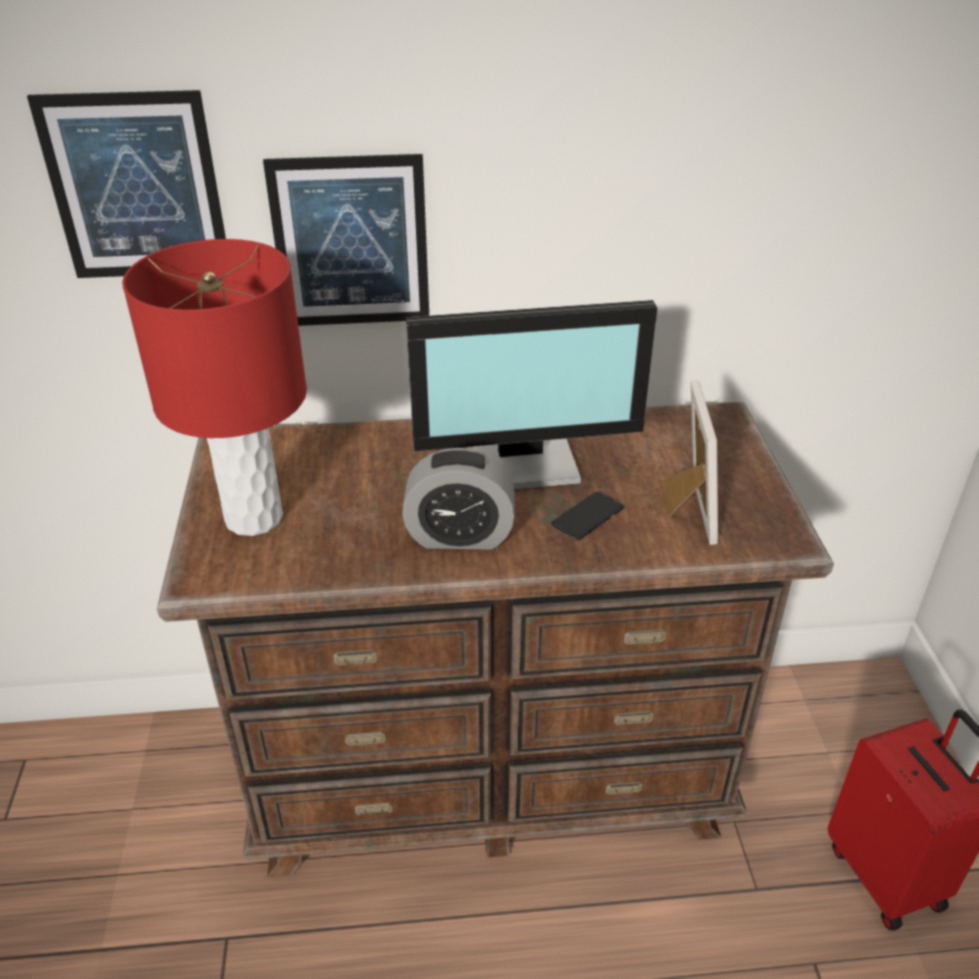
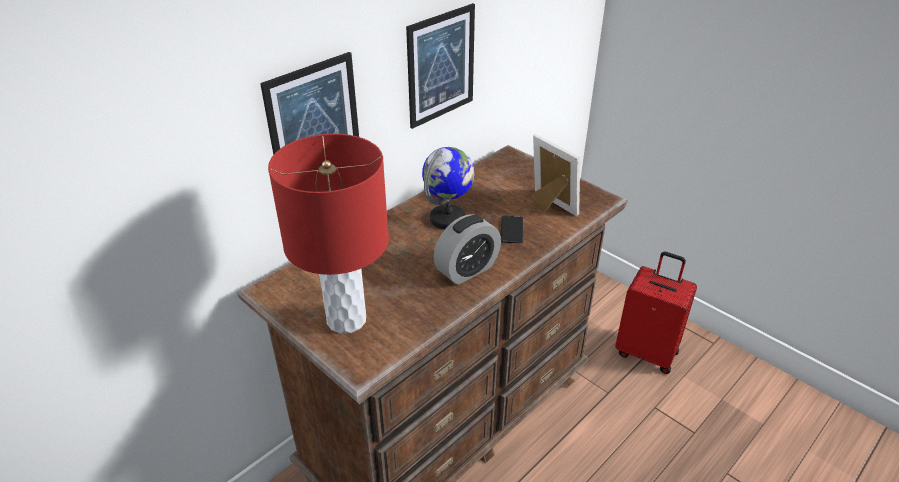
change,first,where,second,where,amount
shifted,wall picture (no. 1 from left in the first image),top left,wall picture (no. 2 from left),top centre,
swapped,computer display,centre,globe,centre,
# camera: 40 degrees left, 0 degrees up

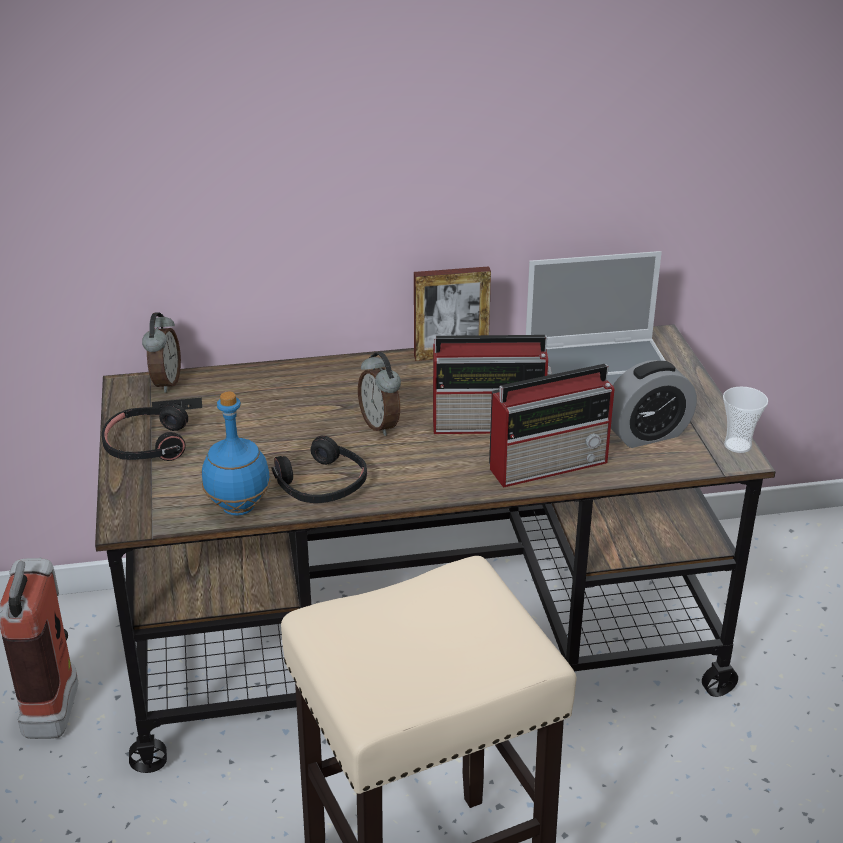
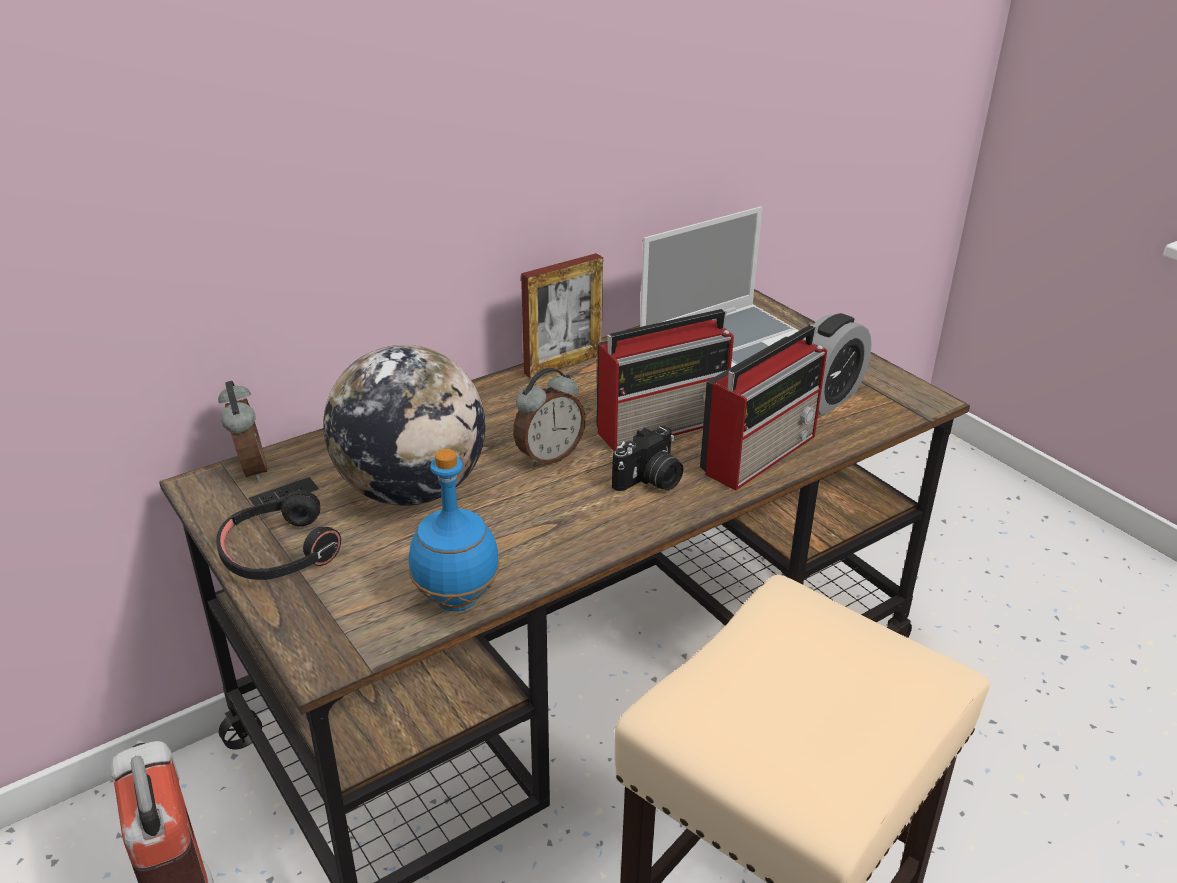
change,first,where,second,where,amount
new,,,globe,centre,
rotated,bedside clock (no. 2 from left),centre,,centre,75 degrees counterclockwise
new,,,photo camera,centre,
gone,blackish headset (no. 2 from left),centre,,,
gone,drinking cup,middle right,,,
# camera: 25 degrees left, 0 degrees up

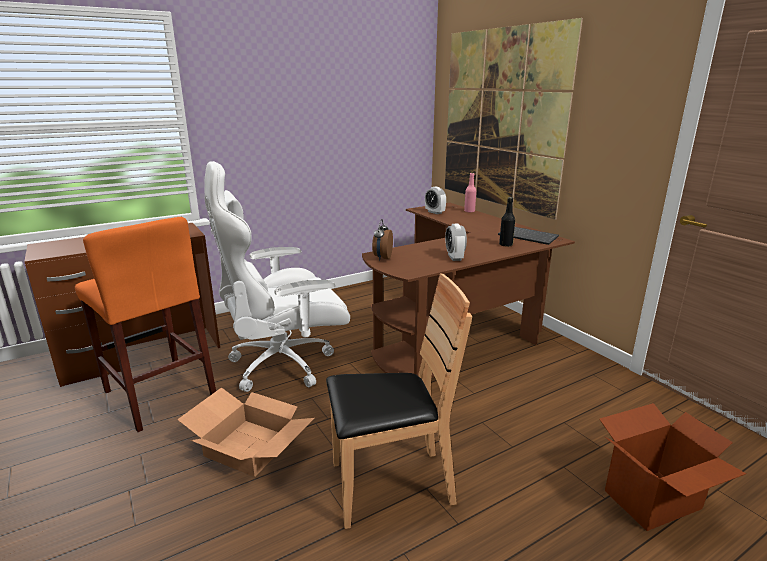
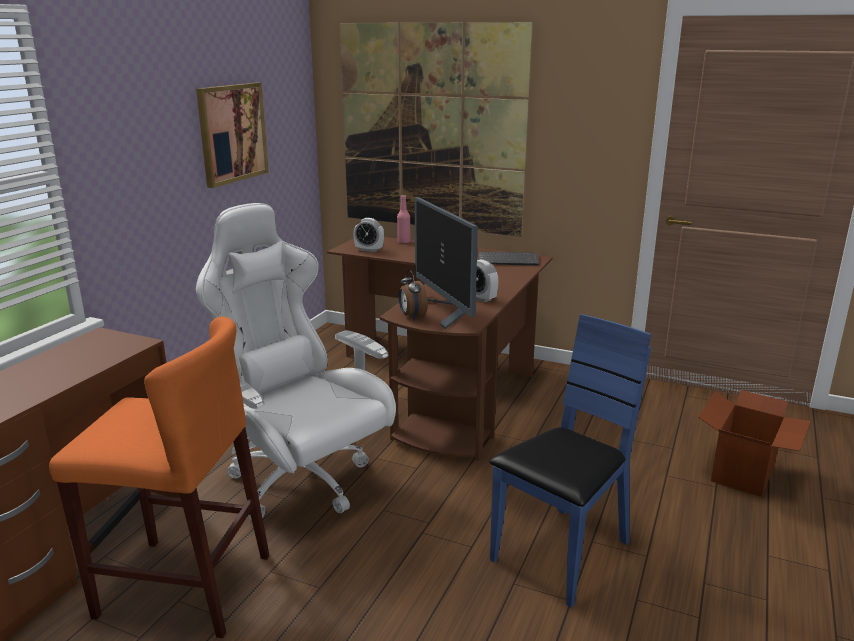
change,first,where,second,where,amount
new,,,wall picture (no. 1 from left),top left,
rotated,whitish desk chair,centre,,centre,105 degrees clockwise
new,,,computer display,centre,
repainted,brownish plain chair,bottom centre,bluish plain chair,bottom right,
gone,packing box (no. 1 from left),bottom left,,,
gone,blackish beverage bottle,centre,,,
# camera: 35 degrees left, 0 degrees up

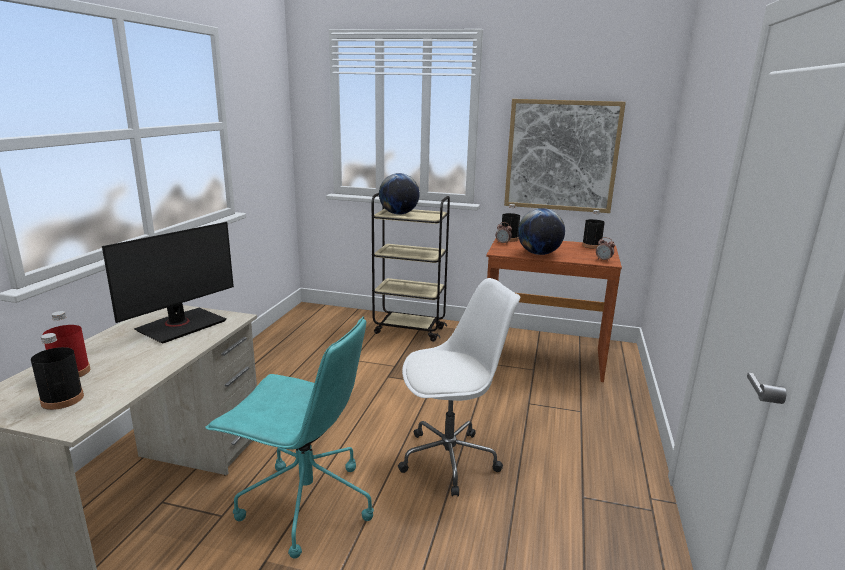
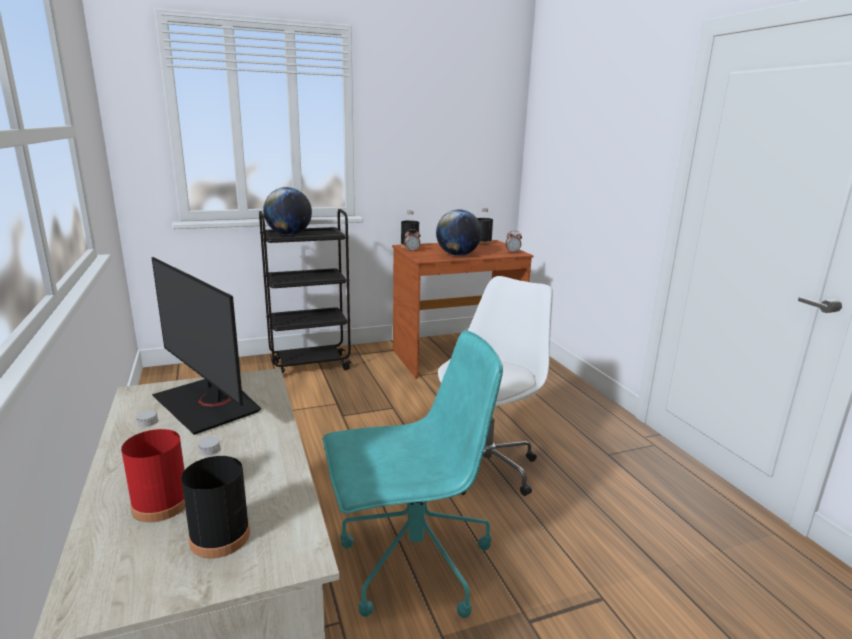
change,first,where,second,where,amount
rotated,computer display,middle left,,middle left,135 degrees clockwise
repainted,beige cart,centre,blackish cart,centre,
gone,wall picture,top right,,,
# camera: 35 degrees left, 0 degrees up

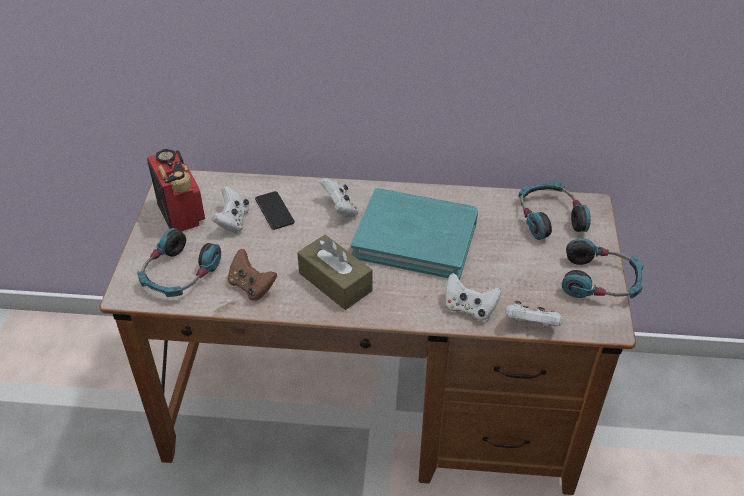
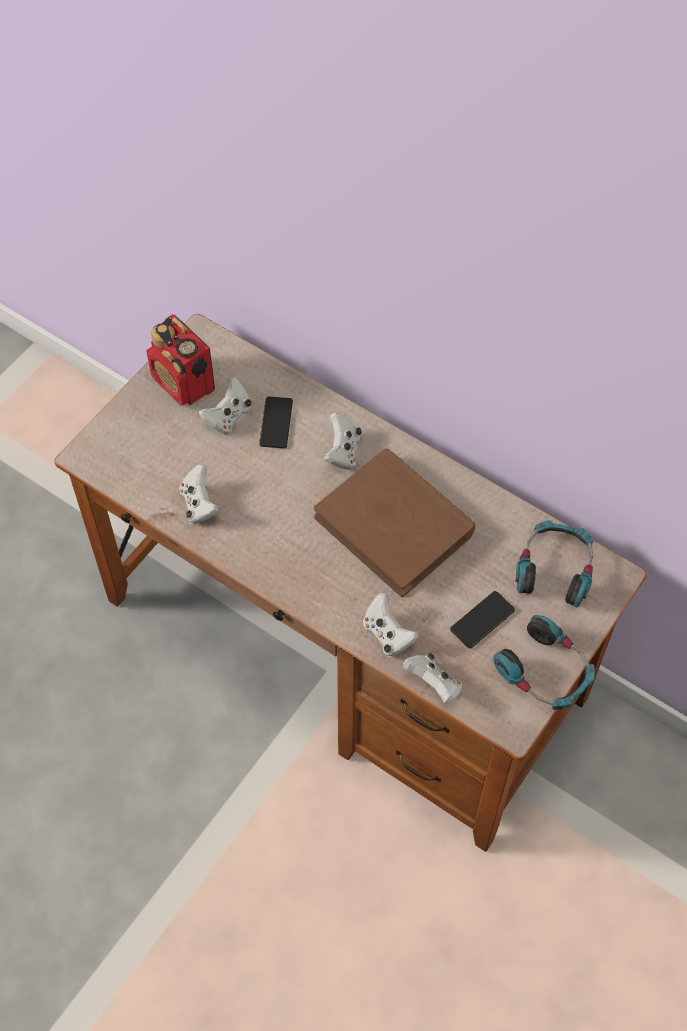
change,first,where,second,where,amount
rotated,radio set,middle left,,middle left,135 degrees clockwise
repainted,brownish joypad,centre,whitish joypad (no. 1 from left),middle left,
repainted,turquoise bound book,centre,brownish bound book,centre,
new,,,telephone (no. 2 from left),middle right,
gone,headset (no. 1 from left),middle left,,,
gone,brownish box of tissues,centre,,,
# camera: 30 degrees right, 15 degrees up

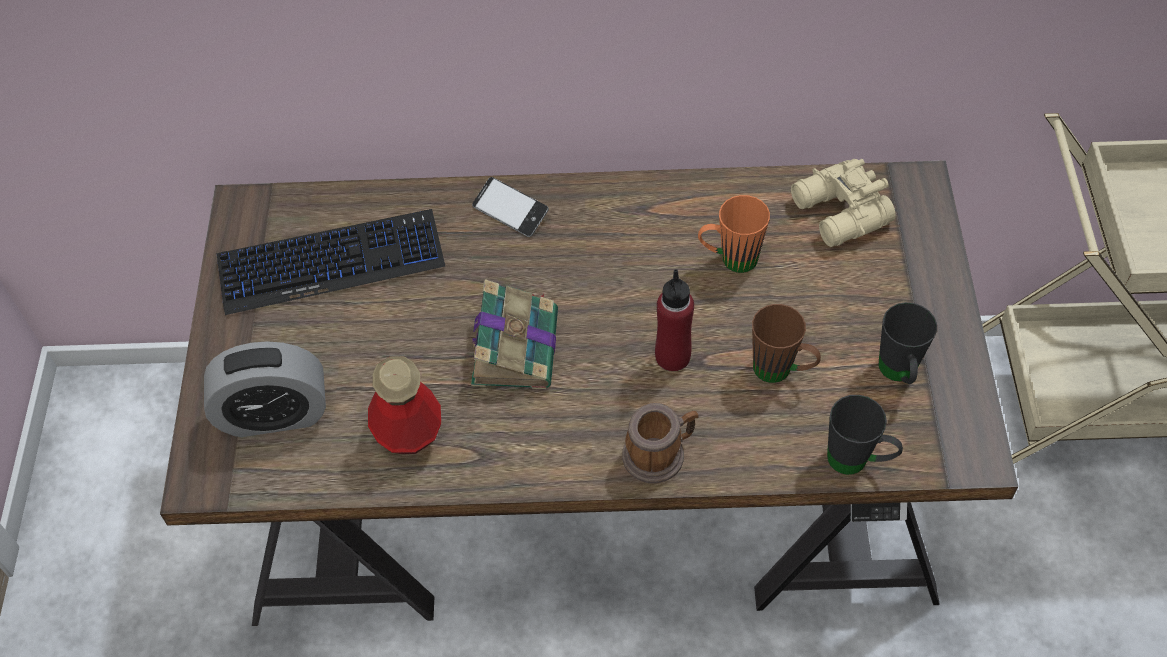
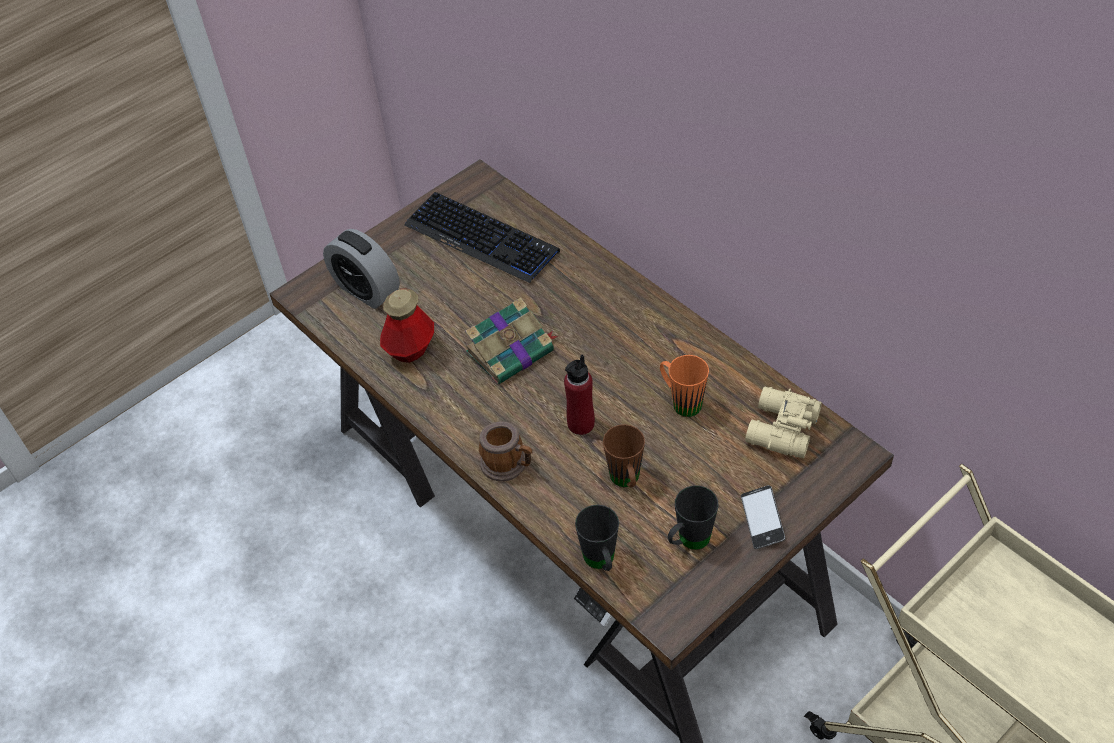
change,first,where,second,where,amount
shifted,telephone,top centre,,bottom right,
# camera: 50 degrees right, 5 degrees down

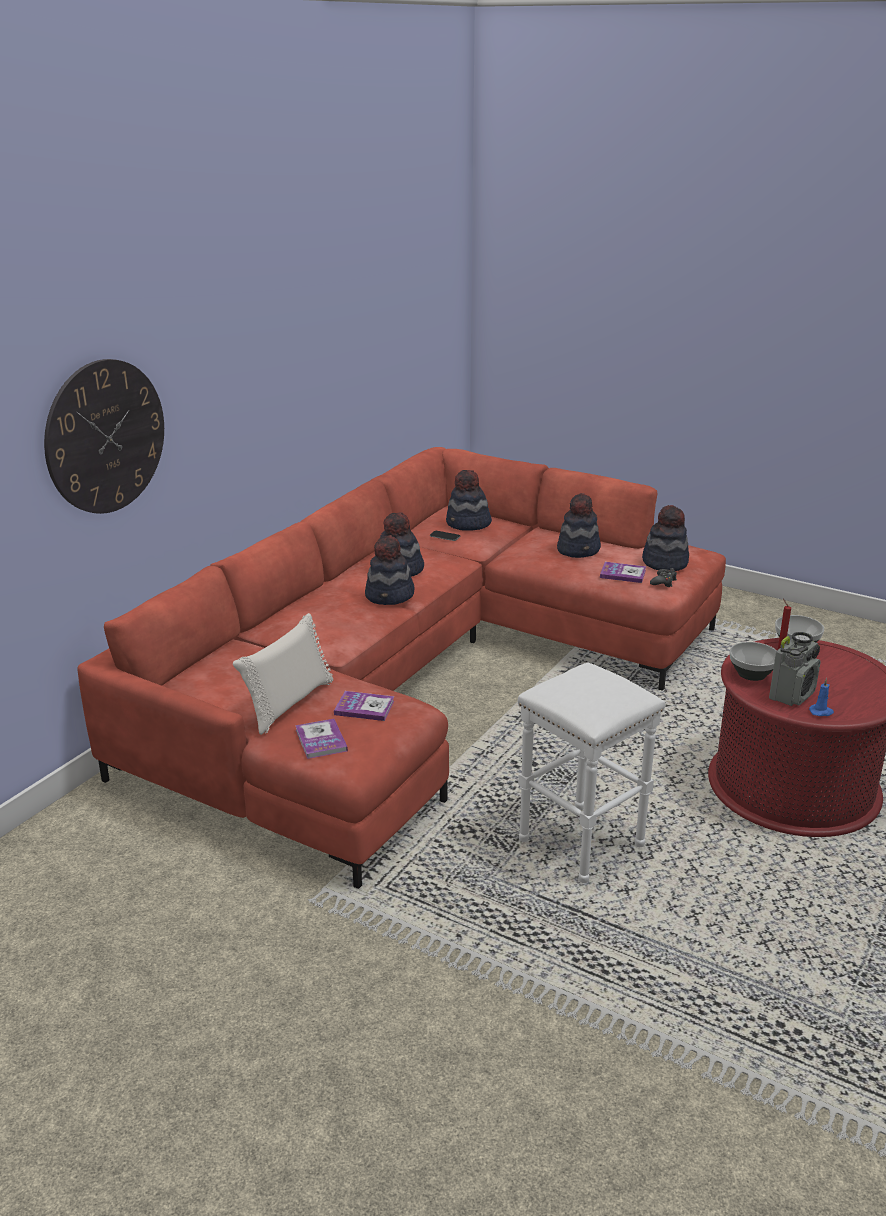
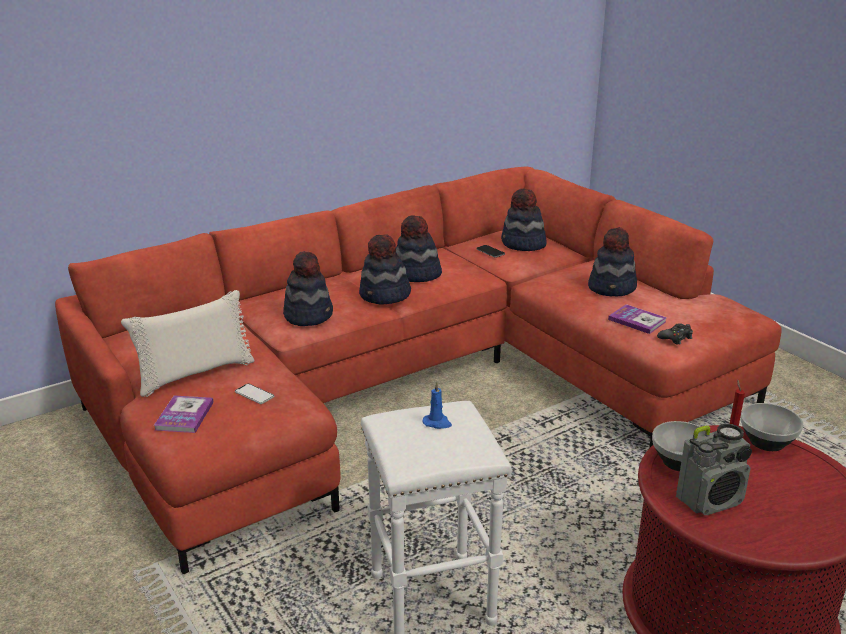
change,first,where,second,where,amount
swapped,bound book (no. 2 from left),centre,telephone (no. 1 from left),middle left,
shifted,hat (no. 5 from left in the first image),middle right,hat (no. 1 from left),centre,
shifted,bluish candle,middle right,,centre,
gone,clock on the wall,middle left,,,
# camera: 25 degrees right, 0 degrees up

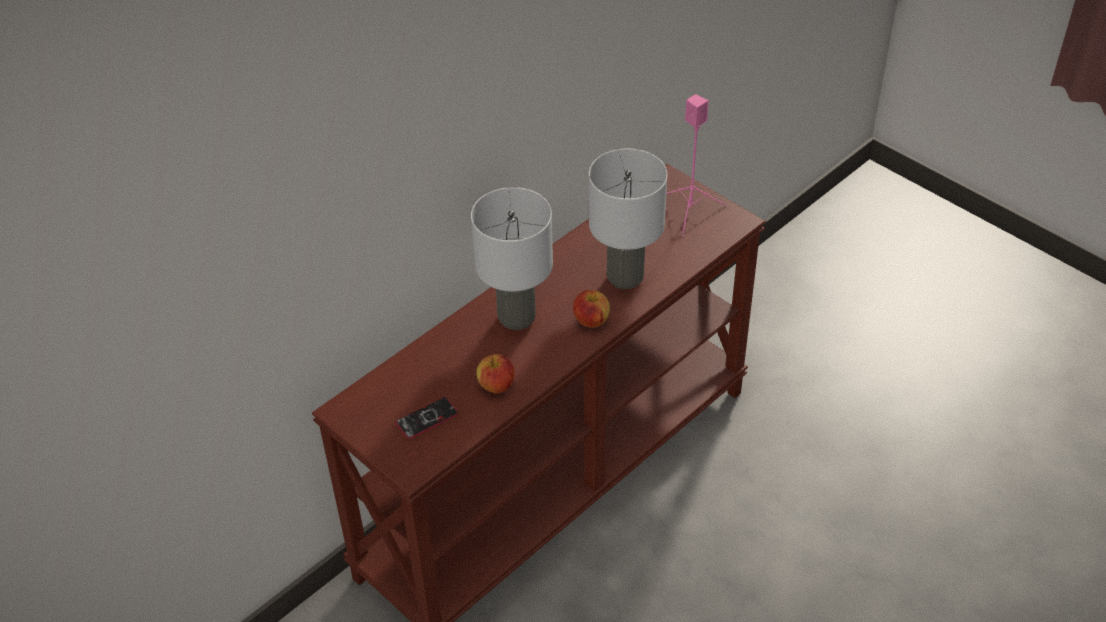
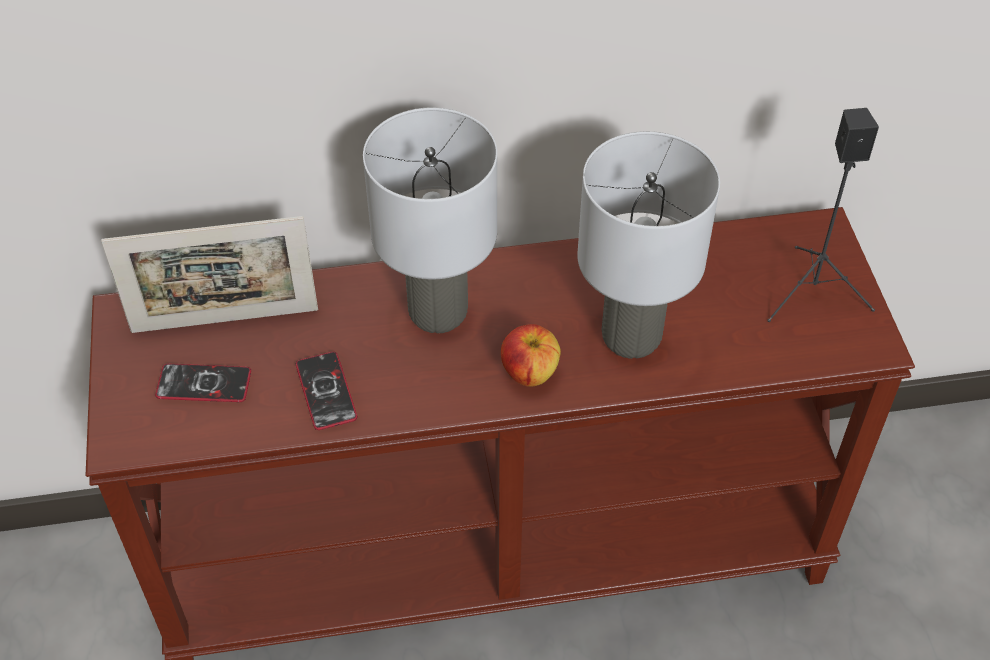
change,first,where,second,where,amount
new,,,standing frame,middle left,
swapped,apple (no. 1 from left),centre,telephone (no. 2 from left),middle left,
repainted,pink-coloured speaker,top centre,blackish speaker,top right,
# camera: 35 degrees right, 5 degrees up

